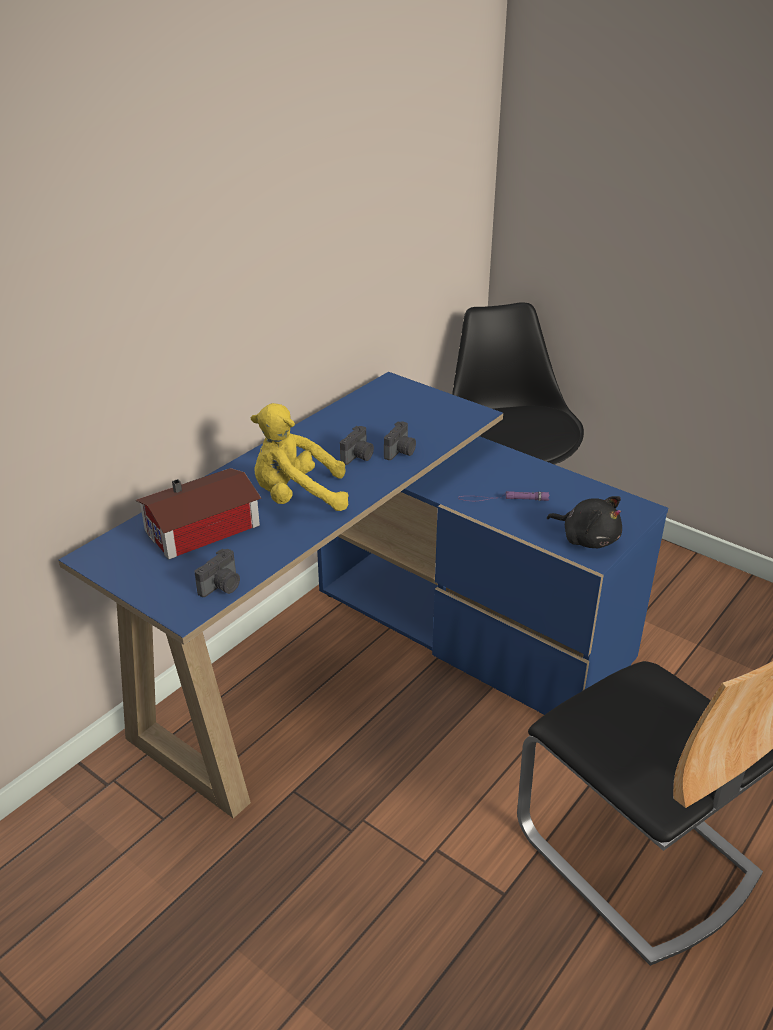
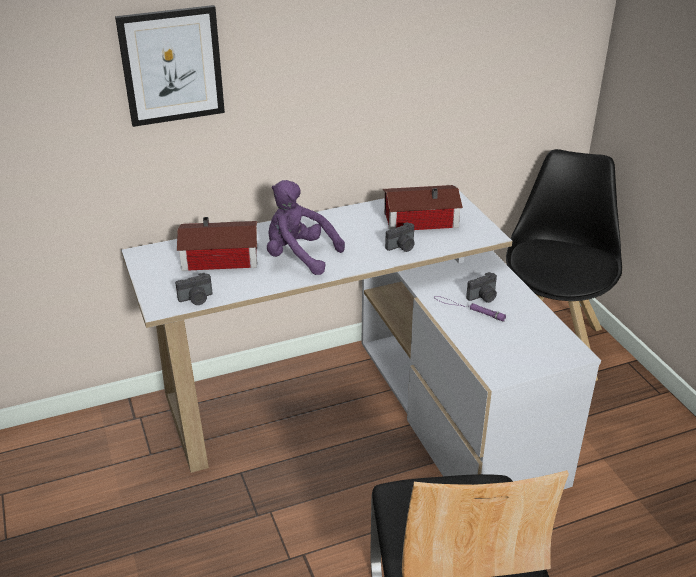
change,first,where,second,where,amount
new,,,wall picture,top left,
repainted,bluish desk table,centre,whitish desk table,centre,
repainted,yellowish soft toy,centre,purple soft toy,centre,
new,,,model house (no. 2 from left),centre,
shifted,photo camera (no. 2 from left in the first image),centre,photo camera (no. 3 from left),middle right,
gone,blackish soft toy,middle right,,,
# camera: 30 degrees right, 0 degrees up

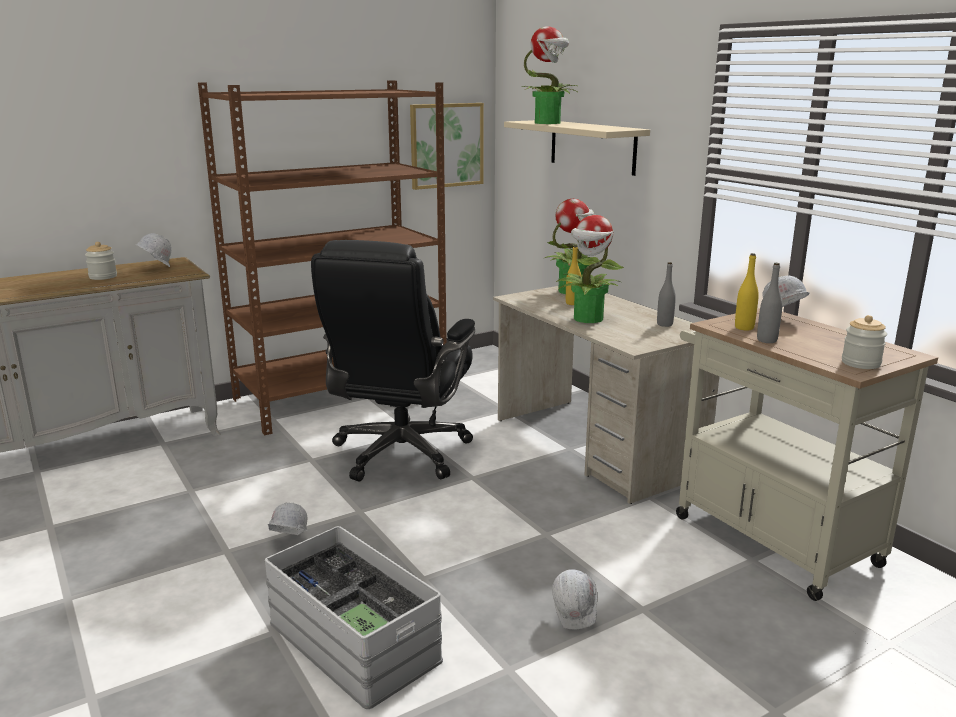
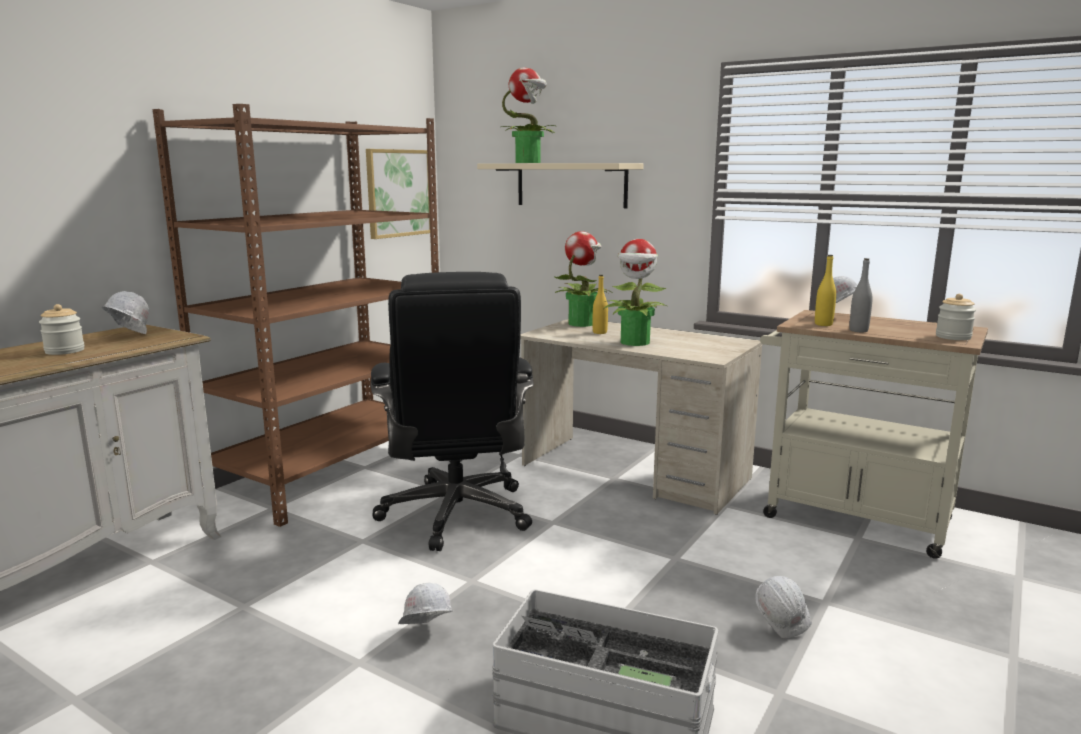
change,first,where,second,where,amount
gone,greyish beverage bottle (no. 1 from left),middle right,,,
# camera: 25 degrees left, 5 degrees down

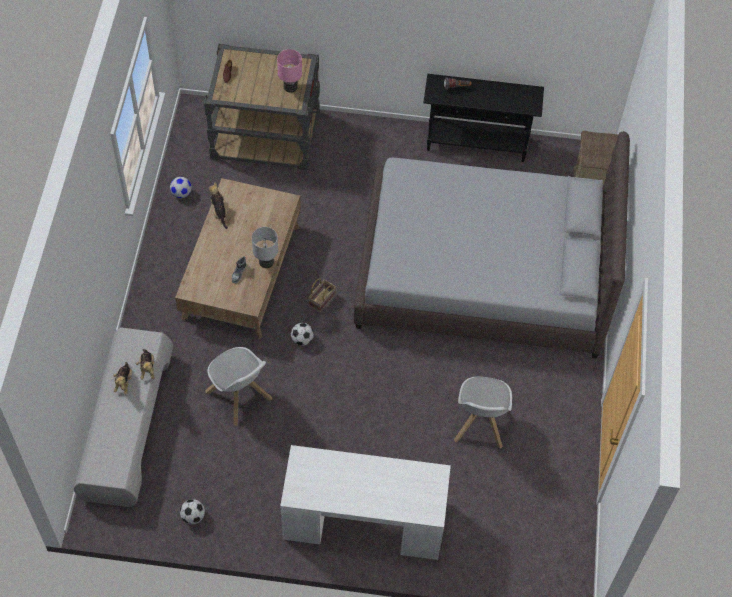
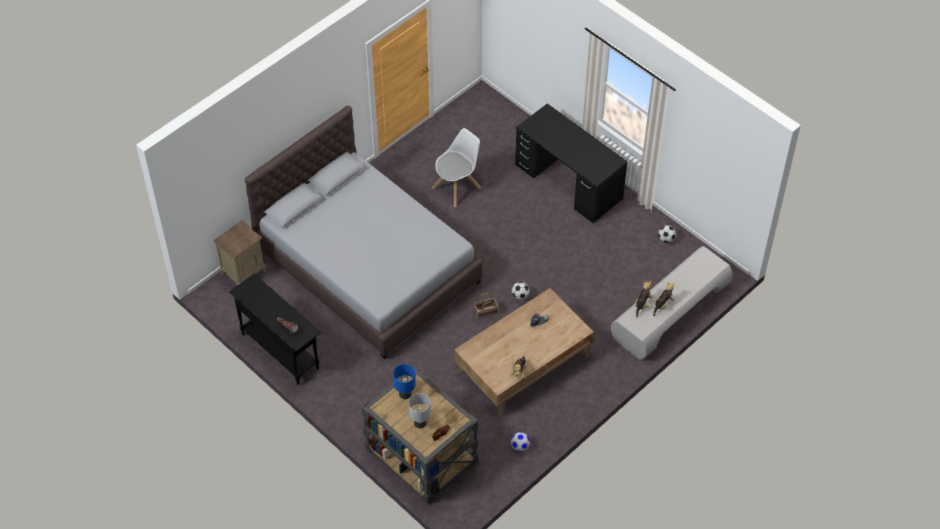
change,first,where,second,where,amount
repainted,pink-coloured tabletop lamp,top centre,bluish tabletop lamp,bottom centre,
shifted,greyish tabletop lamp,centre,,bottom centre,
repainted,whitish desk table,bottom centre,blackish desk table,top centre,
gone,plain chair (no. 1 from left),middle left,,,
# camera: 140 degrees left, 5 degrees down

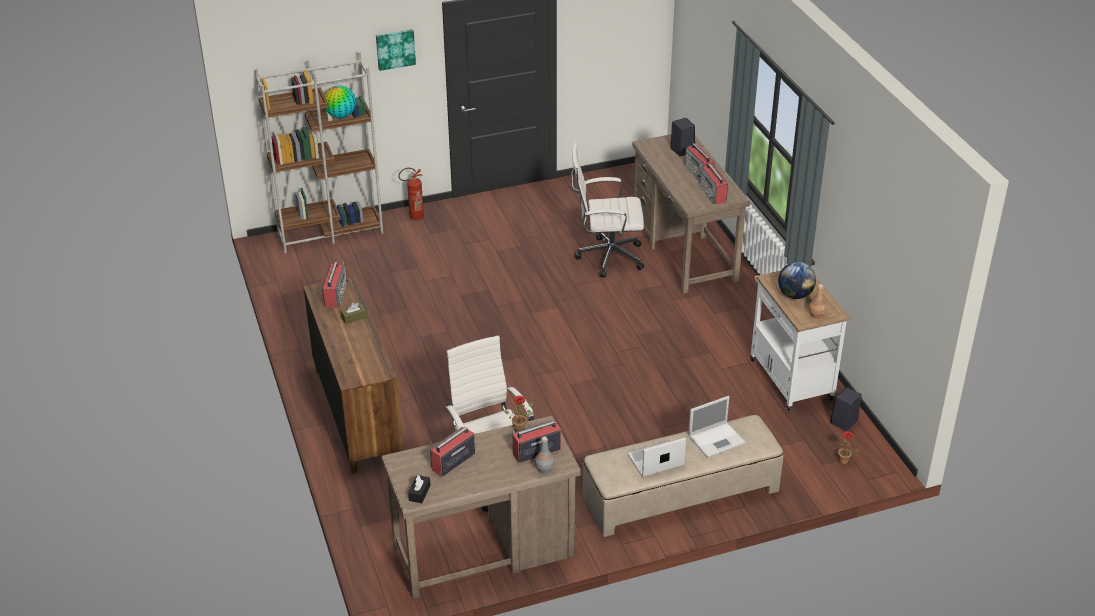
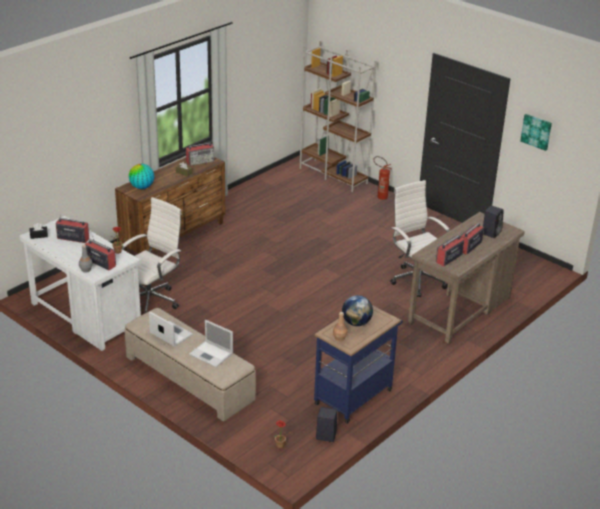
change,first,where,second,where,amount
repainted,brownish desk table (no. 1 from left),bottom centre,whitish desk table,middle left,
shifted,globe (no. 1 from left),top left,,middle left,
repainted,whitish cart,middle right,bluish cart,bottom centre,
shifted,wall picture,top centre,,top right,
# camera: 60 degrees right, 5 degrees down

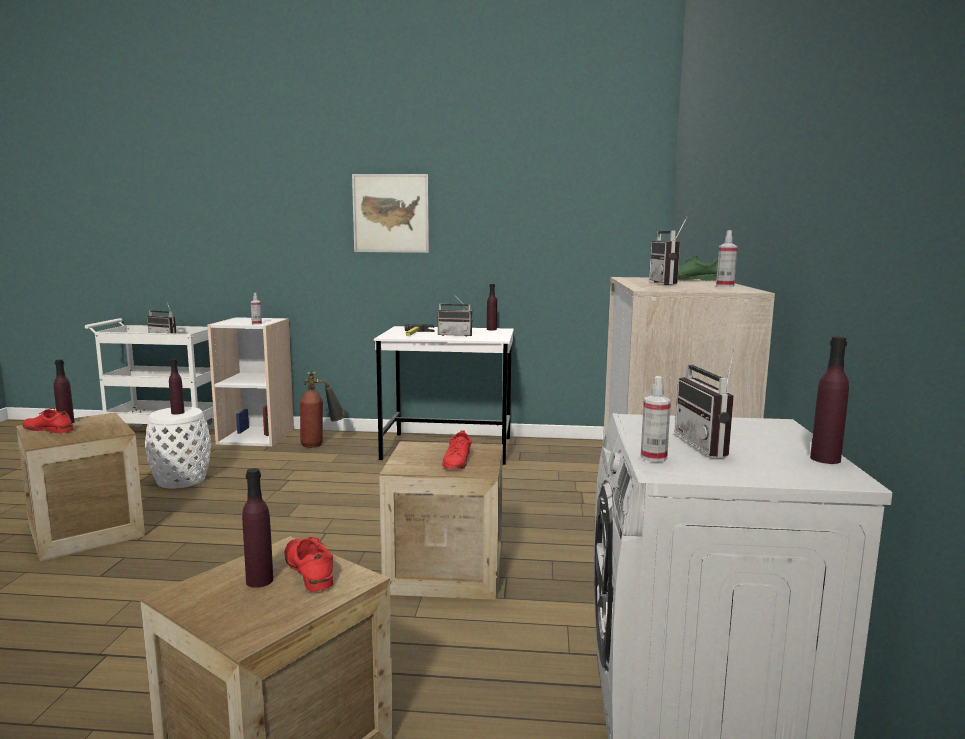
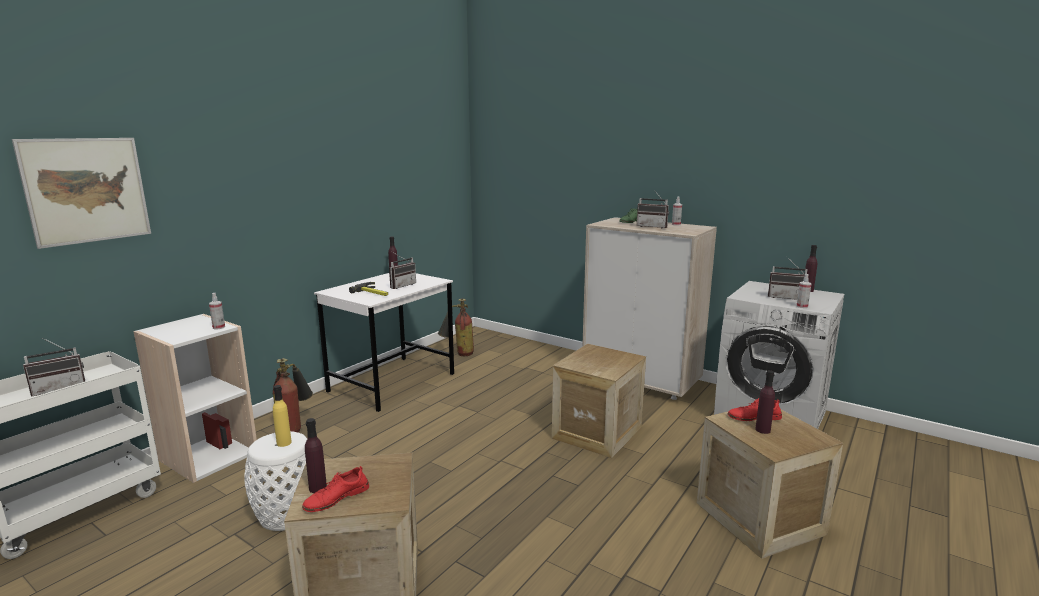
change,first,where,second,where,amount
shifted,wall picture,top centre,,top left,
repainted,purple beverage bottle (no. 2 from left),middle left,yellowish beverage bottle,bottom left,
new,,,fire-fighting cylinder (no. 2 from left),centre,
gone,red low shoe (no. 3 from left),centre,,,
# camera: 60 degrees left, 5 degrees up

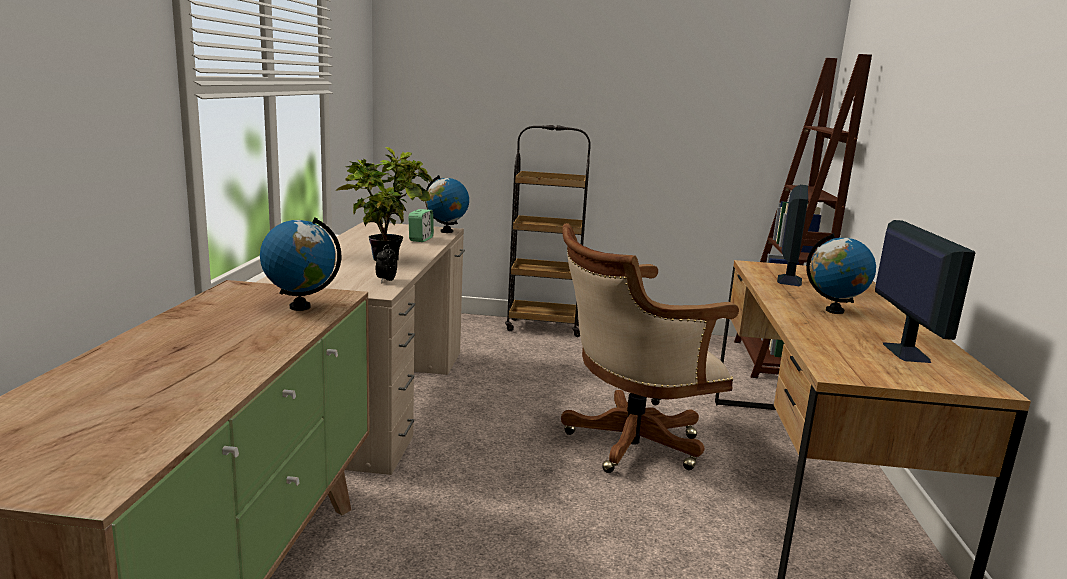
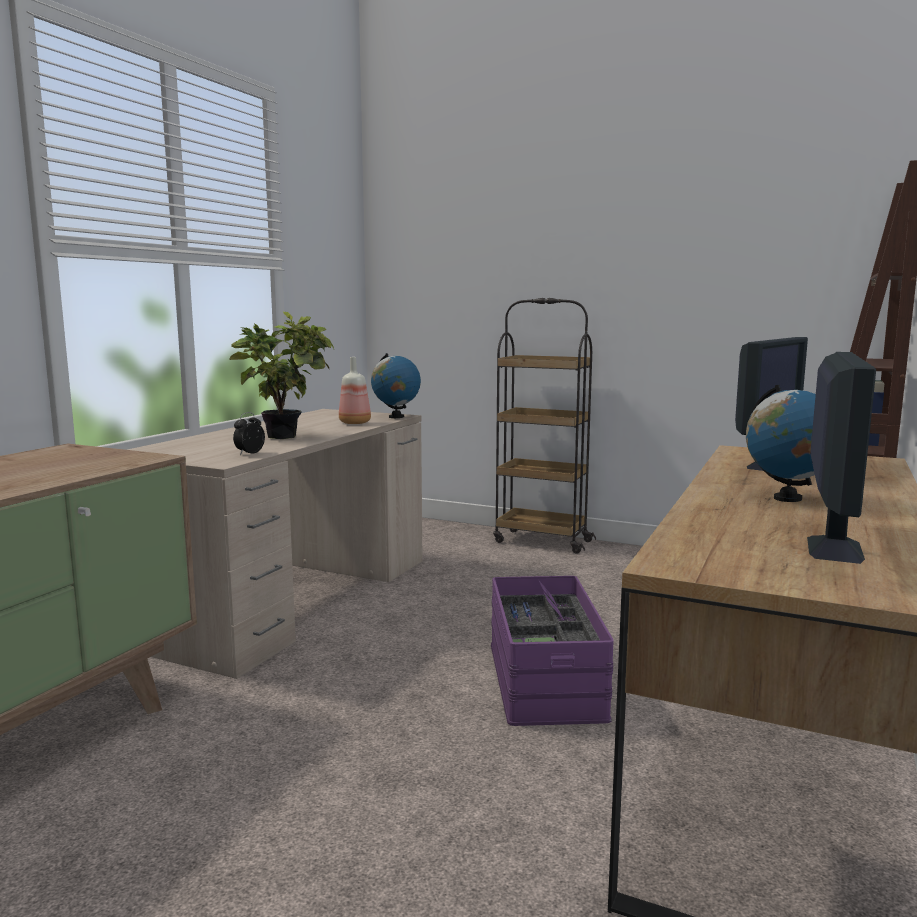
change,first,where,second,where,amount
swapped,bedside clock (no. 2 from left),centre,beverage bottle,centre,
swapped,desk chair,centre,purple storage bin,bottom centre,
gone,globe (no. 1 from left),middle left,,,
# camera: 20 degrees right, 5 degrees down

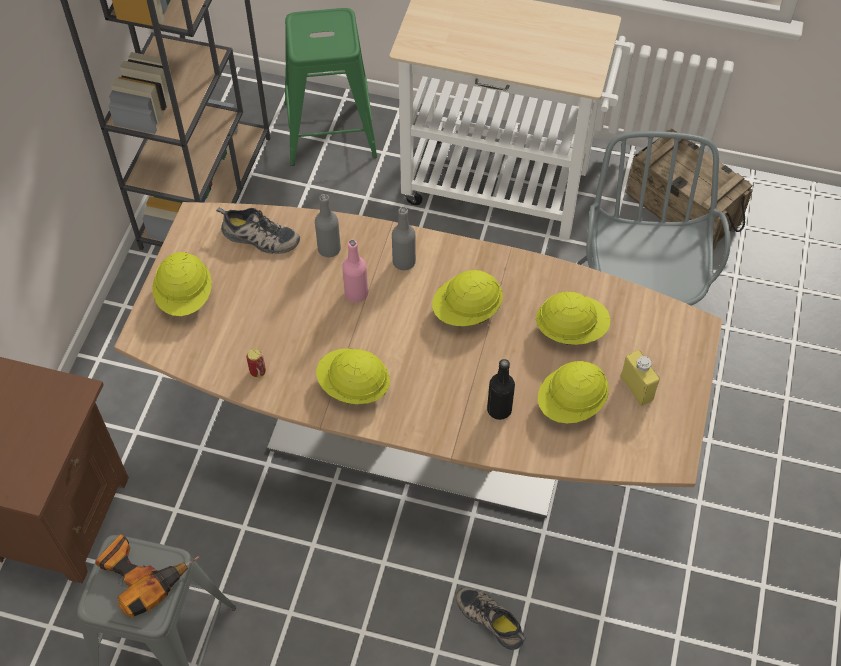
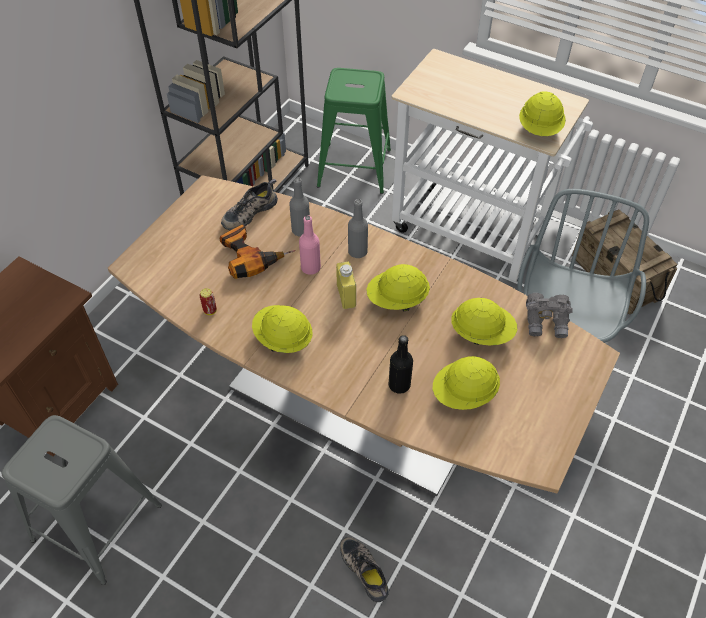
change,first,where,second,where,amount
shifted,electric drill,bottom left,,centre,
rotated,low shoe (no. 1 from left),middle left,,top centre,105 degrees clockwise
shifted,yellowish beverage bottle,middle right,,centre,
shifted,yellowish work helmet (no. 1 from left in the first image),middle left,yellowish work helmet (no. 5 from left),top right,
new,,,greyish field glasses,middle right,
# camera: 15 degrees right, 5 degrees down

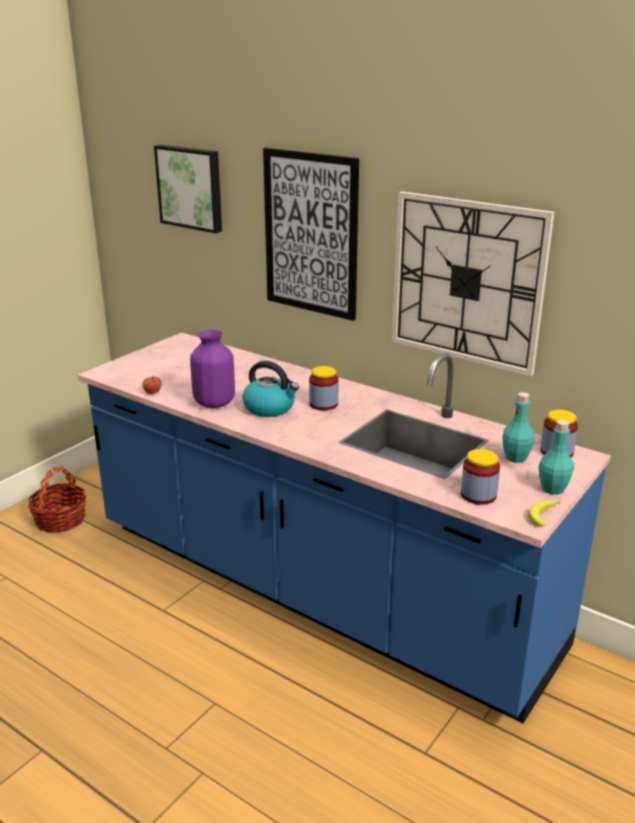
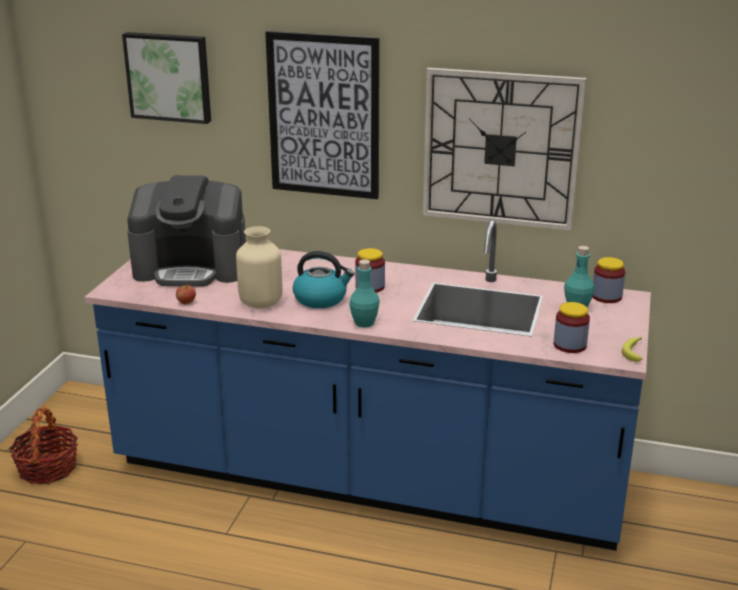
change,first,where,second,where,amount
new,,,coffee brewer,middle left,
repainted,purple flower vase,centre,beige flower vase,centre,
shifted,turquoise beverage bottle (no. 2 from left in the first image),middle right,turquoise beverage bottle (no. 1 from left),centre,
# camera: 20 degrees left, 0 degrees up

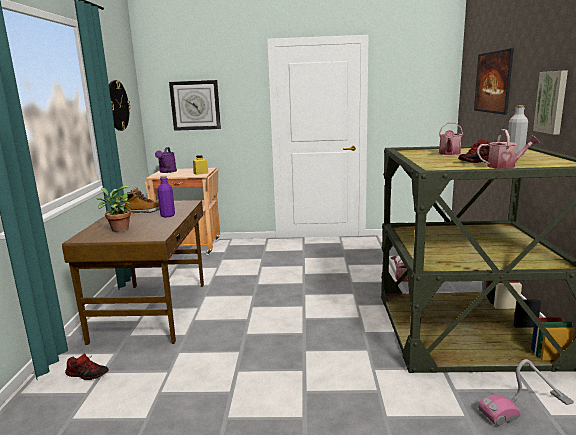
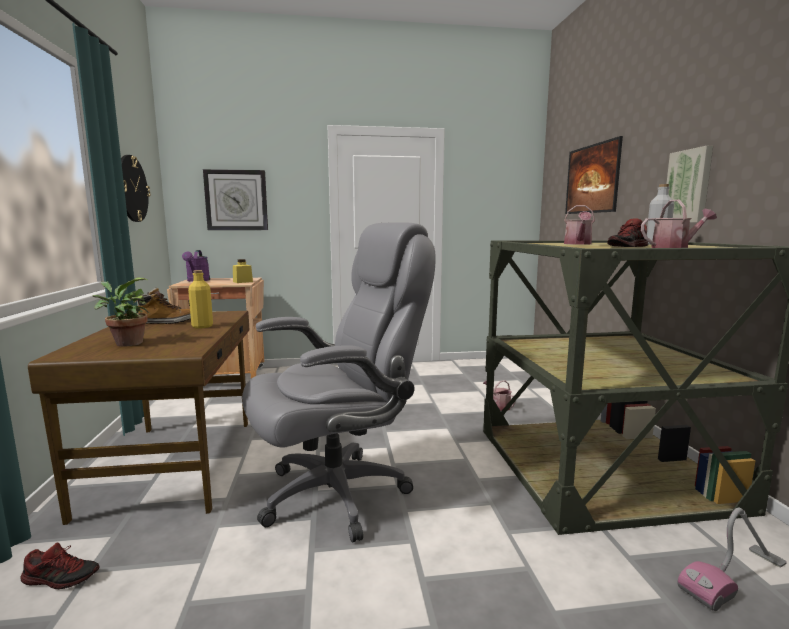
change,first,where,second,where,amount
repainted,purple beverage bottle,middle left,yellowish beverage bottle,middle left,
new,,,greyish desk chair,centre,
# camera: 10 degrees left, 5 degrees down

